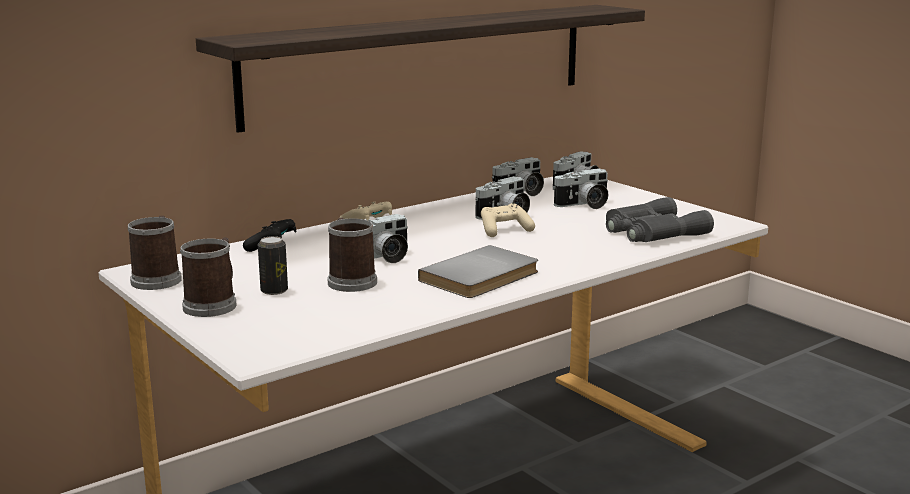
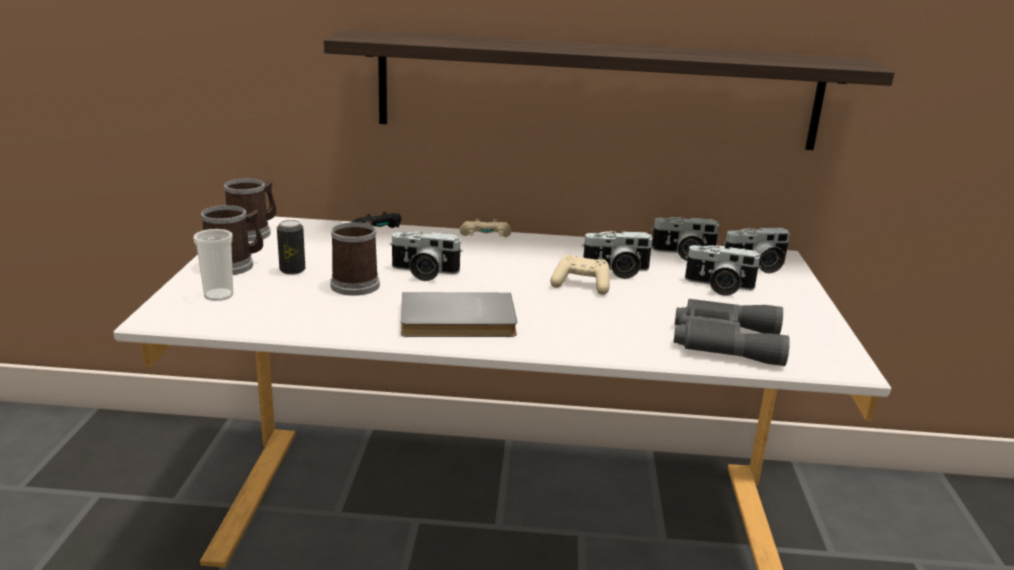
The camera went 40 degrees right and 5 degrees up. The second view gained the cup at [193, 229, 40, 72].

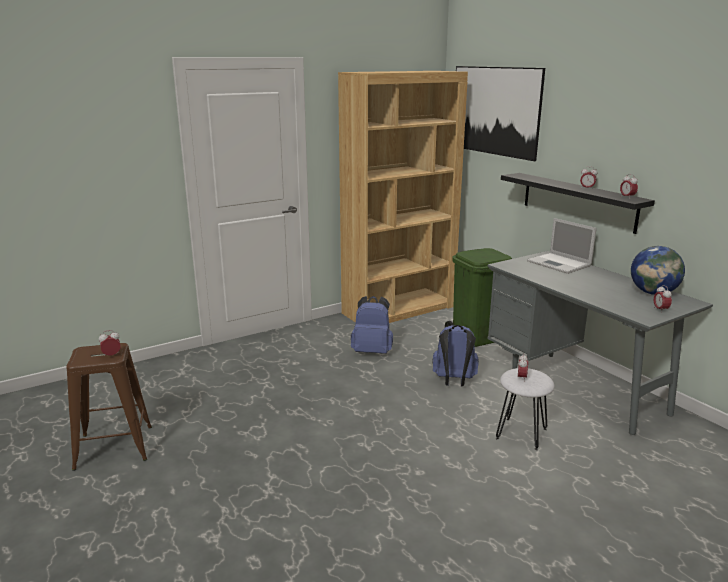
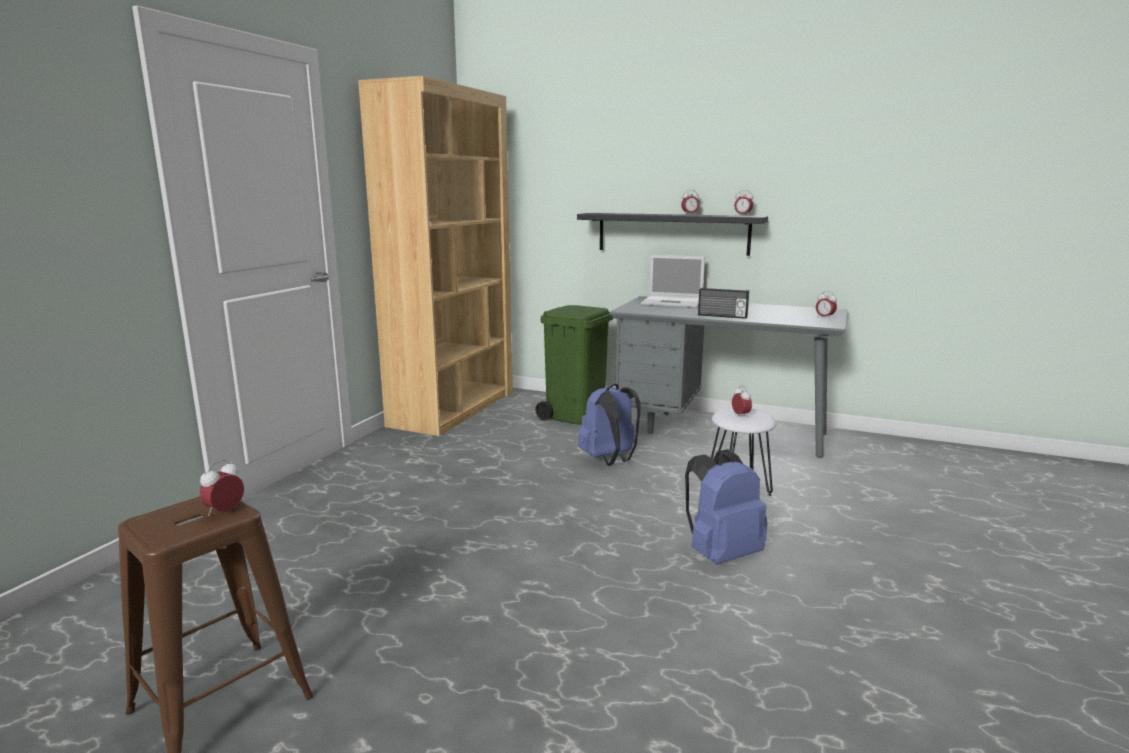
The camera went 35 degrees left and 5 degrees down. The backpack in blue ended up elsewhere, having gone from [351, 296, 42, 58] to [685, 449, 82, 115]. The second view gained the radio at [698, 288, 51, 31]. The second view lost the picture at [456, 66, 89, 95]. The second view lost the globe at [631, 246, 54, 49].

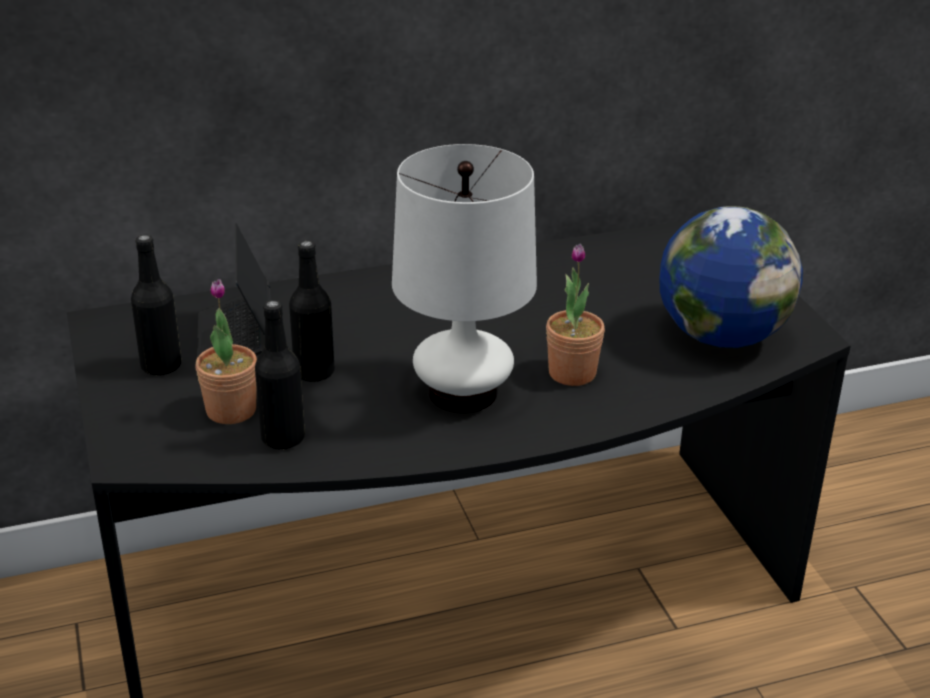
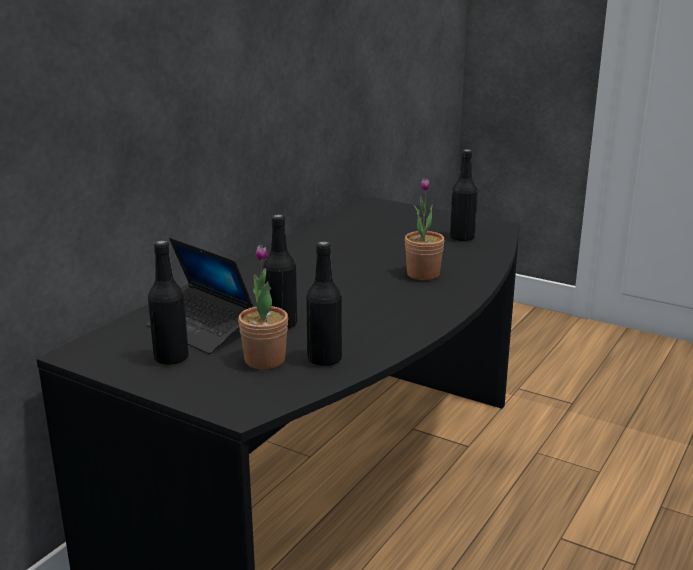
The camera went 40 degrees left and 10 degrees down. Where the globe stood at [659, 206, 144, 142], the bottle in black came to stand at [450, 149, 28, 92]. The second view lost the table lamp in white at [392, 144, 145, 269].

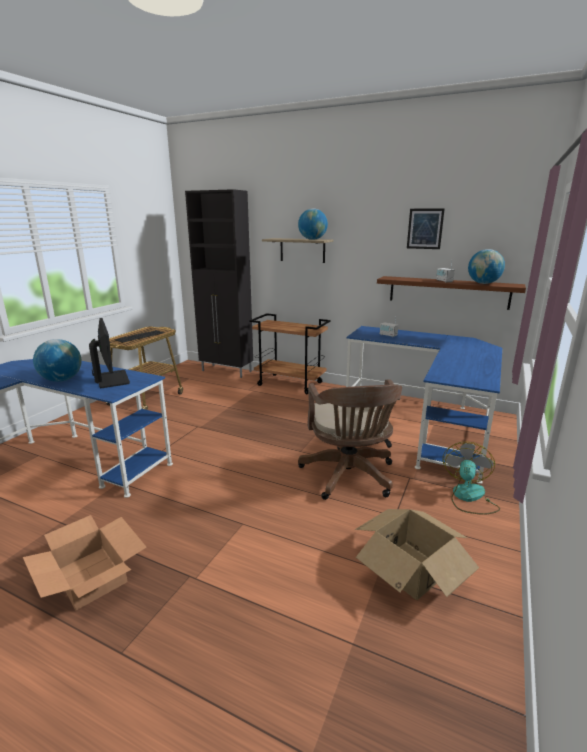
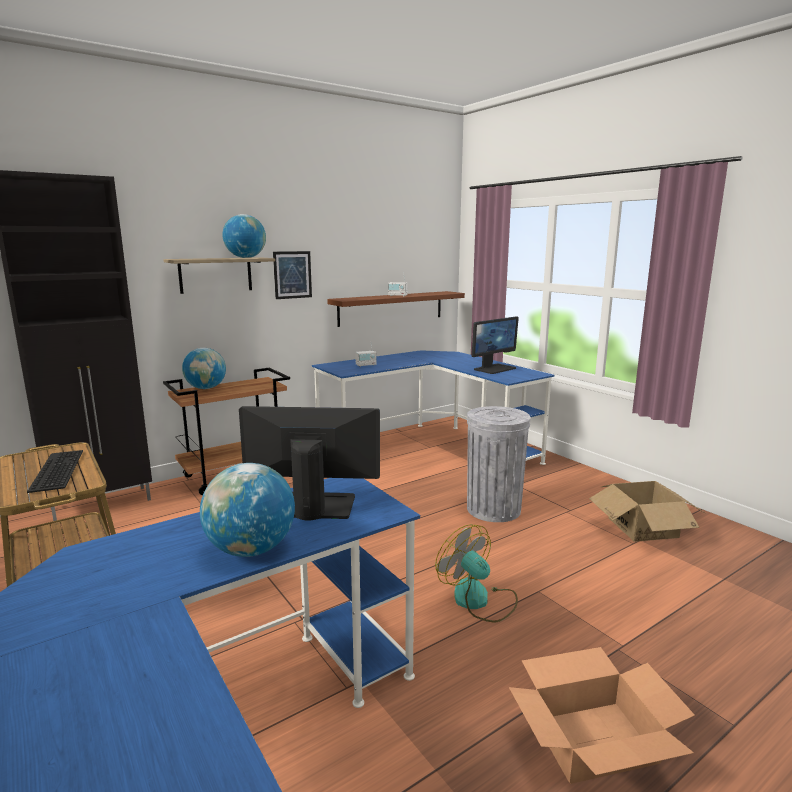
The camera went 60 degrees left and 5 degrees down. The globe ended up elsewhere, having gone from [468, 249, 37, 35] to [182, 348, 44, 41]. The picture ended up elsewhere, having gone from [407, 208, 38, 41] to [273, 251, 39, 48]. The fan ended up elsewhere, having gone from [443, 442, 57, 73] to [435, 524, 83, 98]. Where the office chair in brown stood at [298, 379, 104, 121], the trash can in grey came to stand at [467, 406, 64, 116]. The second view gained the monitor at [472, 316, 47, 58].

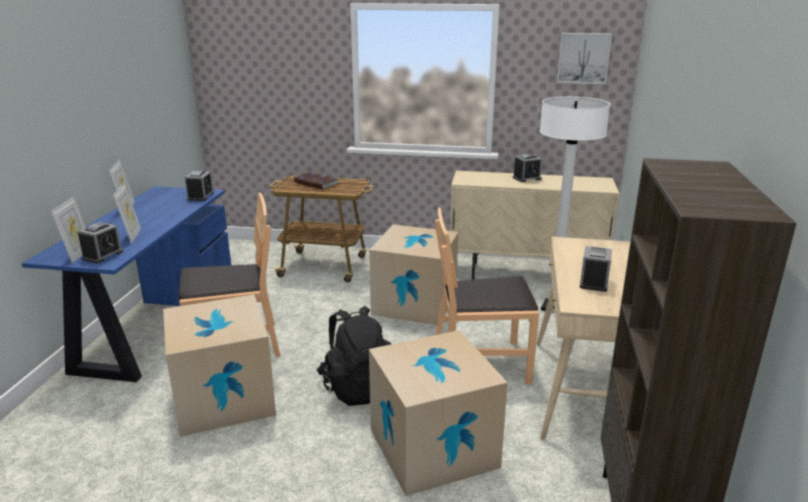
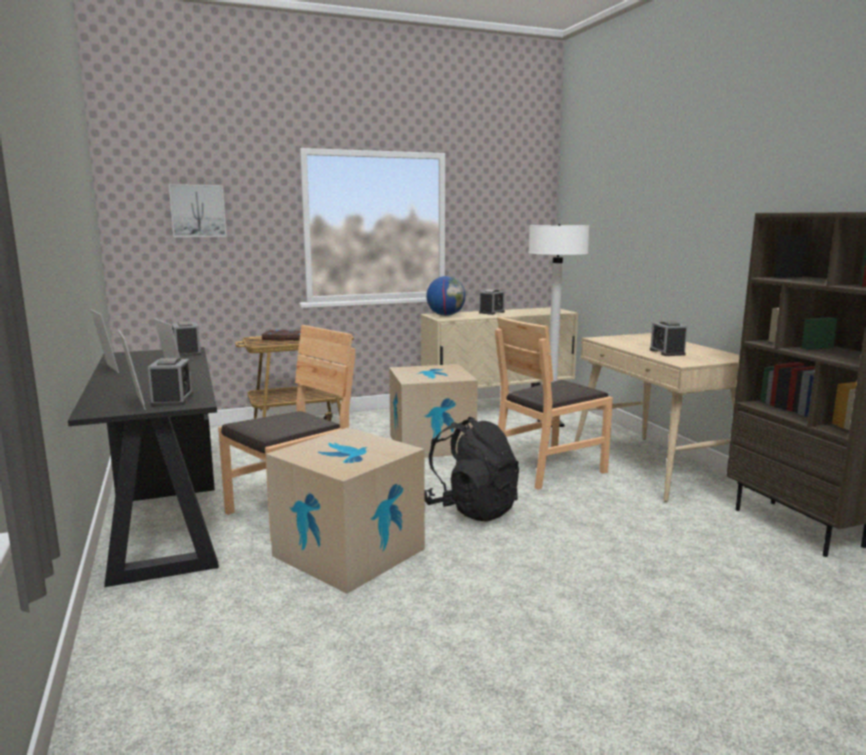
The camera went 30 degrees left and 10 degrees down. What was the desk in blue at [22, 186, 209, 196] turned into the desk in black at [68, 347, 151, 240]. The picture ended up elsewhere, having gone from [557, 33, 55, 51] to [169, 184, 58, 53]. The second view gained the globe at [426, 276, 40, 40]. The second view lost the cardboard box at [369, 330, 139, 166].

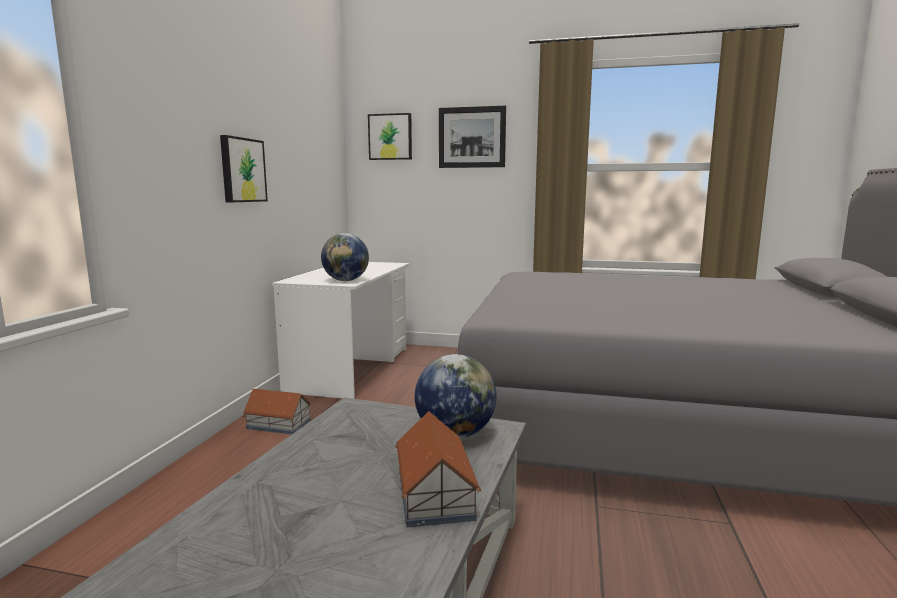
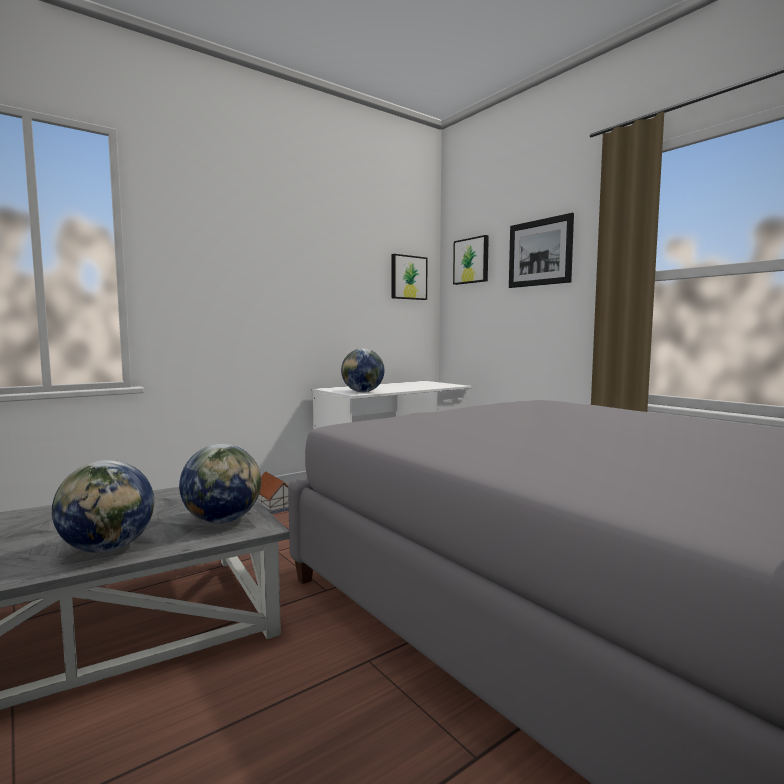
The camera went 40 degrees right and 5 degrees down. Where the toy house stood at [395, 411, 86, 116], the globe came to stand at [52, 460, 102, 93]. The picture ended up elsewhere, having gone from [220, 135, 48, 67] to [391, 254, 37, 46].

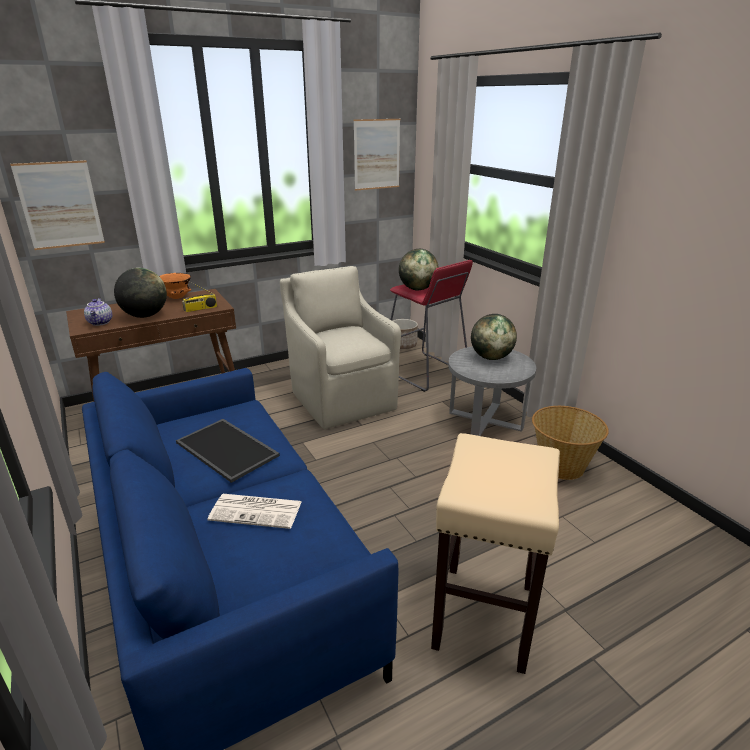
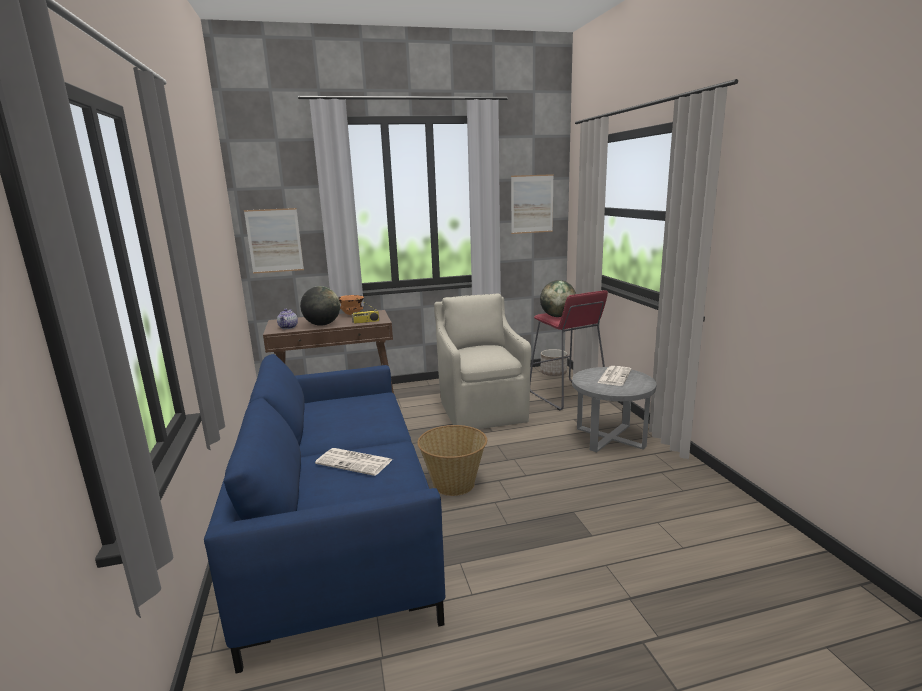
The camera went 15 degrees right and 10 degrees down. The basket ended up elsewhere, having gone from [532, 406, 77, 74] to [417, 425, 70, 71]. Where the globe stood at [471, 314, 46, 46], the newspaper came to stand at [597, 366, 35, 20]. The second view lost the tray at [176, 419, 104, 64]. The second view lost the stool in beige at [431, 433, 129, 241].

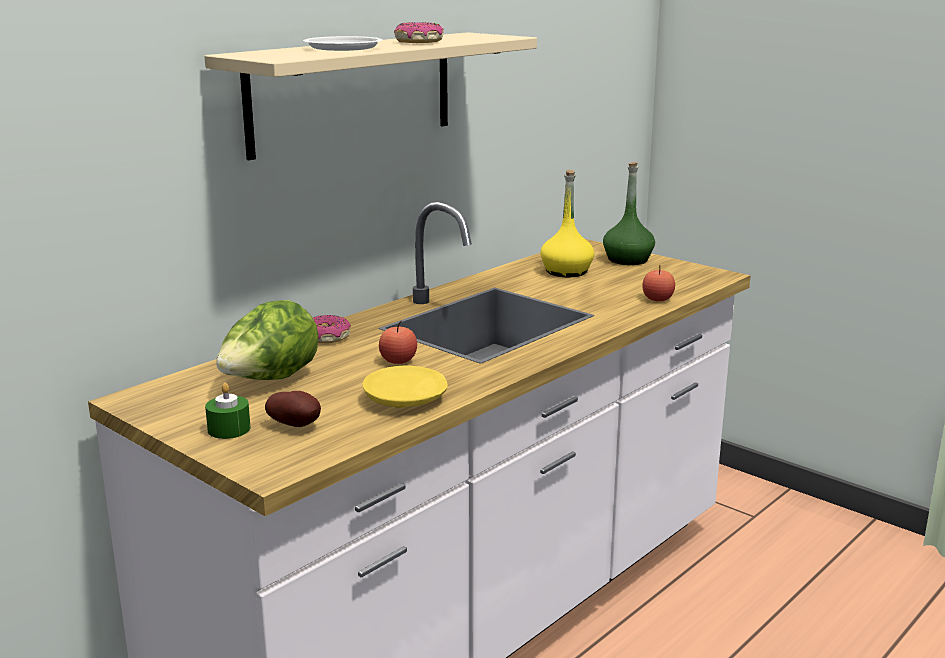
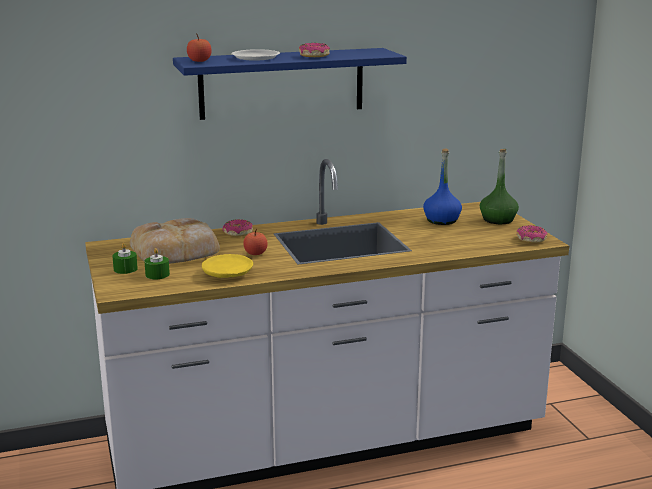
The camera went 30 degrees right and 0 degrees up. Where the lettuce stood at [216, 300, 102, 80], the bread came to stand at [130, 218, 90, 46]. Where the potato stood at [265, 391, 56, 36], the candle in green came to stand at [144, 248, 26, 31]. What was the shelf in beige at [204, 32, 333, 128] turned into the shelf in blue at [173, 48, 234, 72]. The apple ended up elsewhere, having gone from [643, 265, 32, 36] to [187, 33, 25, 29]. What was the bottle in yellow at [540, 170, 54, 107] turned into the bottle in blue at [423, 149, 39, 76]. The second view gained the donut at [517, 225, 30, 18].

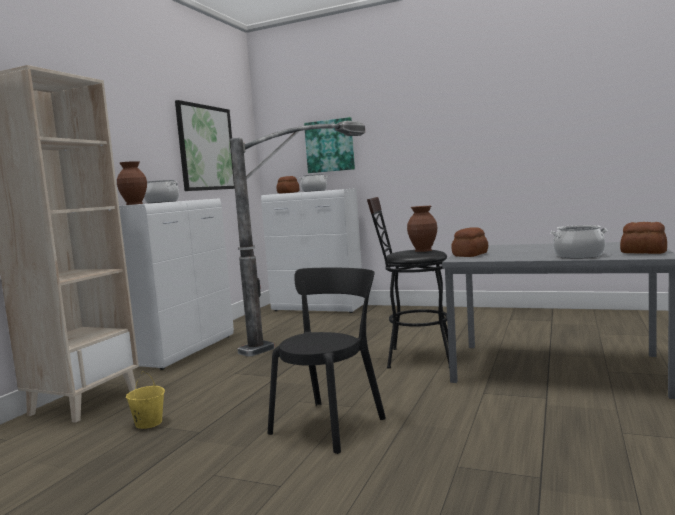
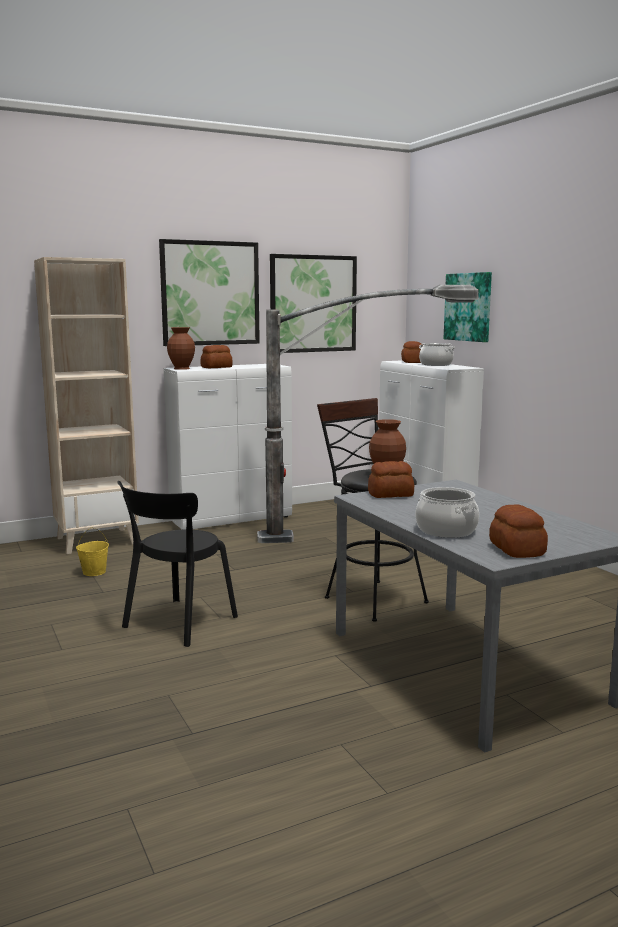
The camera went 40 degrees right and 5 degrees up. The chair in black at [267, 268, 119, 186] ended up facing another way, 135 degrees clockwise from before. The second view gained the picture at [159, 239, 101, 107]. Where the cooking pot stood at [144, 180, 35, 23], the bread came to stand at [200, 345, 33, 23].

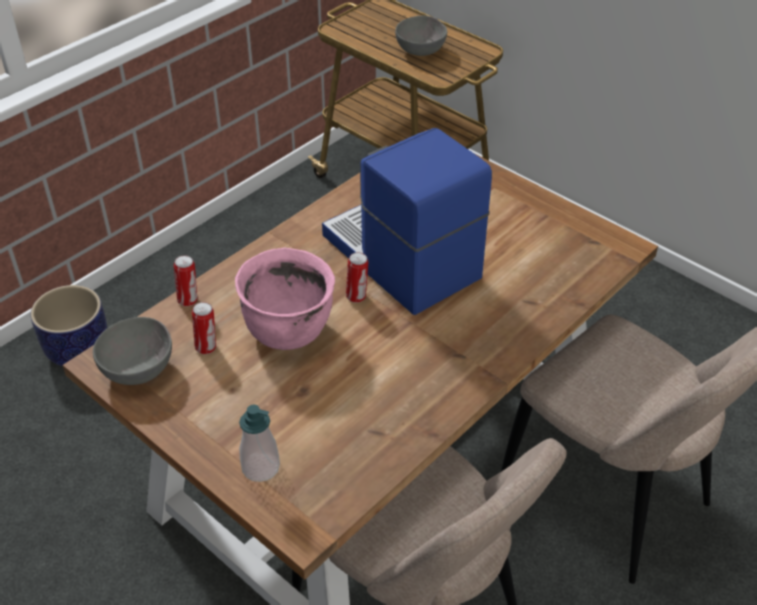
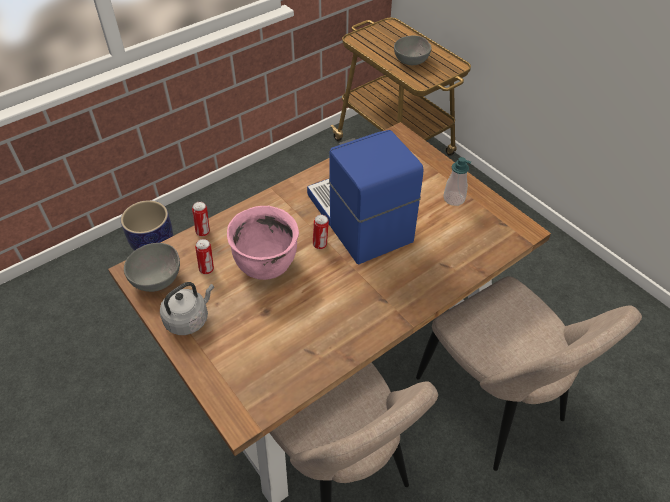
The camera went 10 degrees right and 5 degrees up. The second view gained the kettle in grey at [160, 282, 54, 53]. The soap dispenser ended up elsewhere, having gone from [239, 404, 41, 78] to [443, 157, 28, 49].

